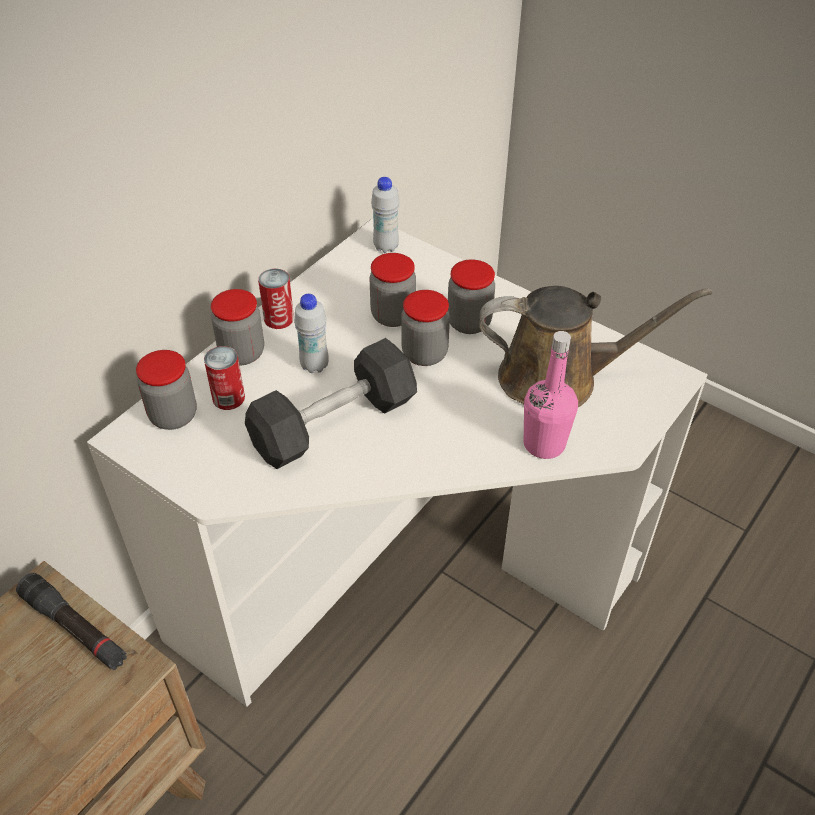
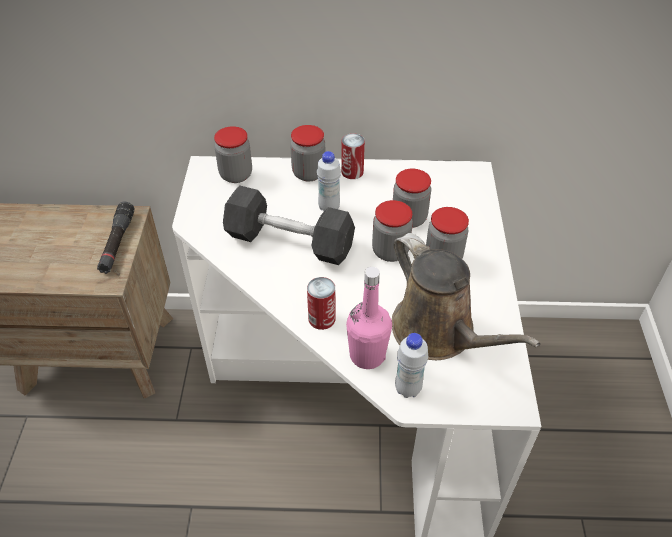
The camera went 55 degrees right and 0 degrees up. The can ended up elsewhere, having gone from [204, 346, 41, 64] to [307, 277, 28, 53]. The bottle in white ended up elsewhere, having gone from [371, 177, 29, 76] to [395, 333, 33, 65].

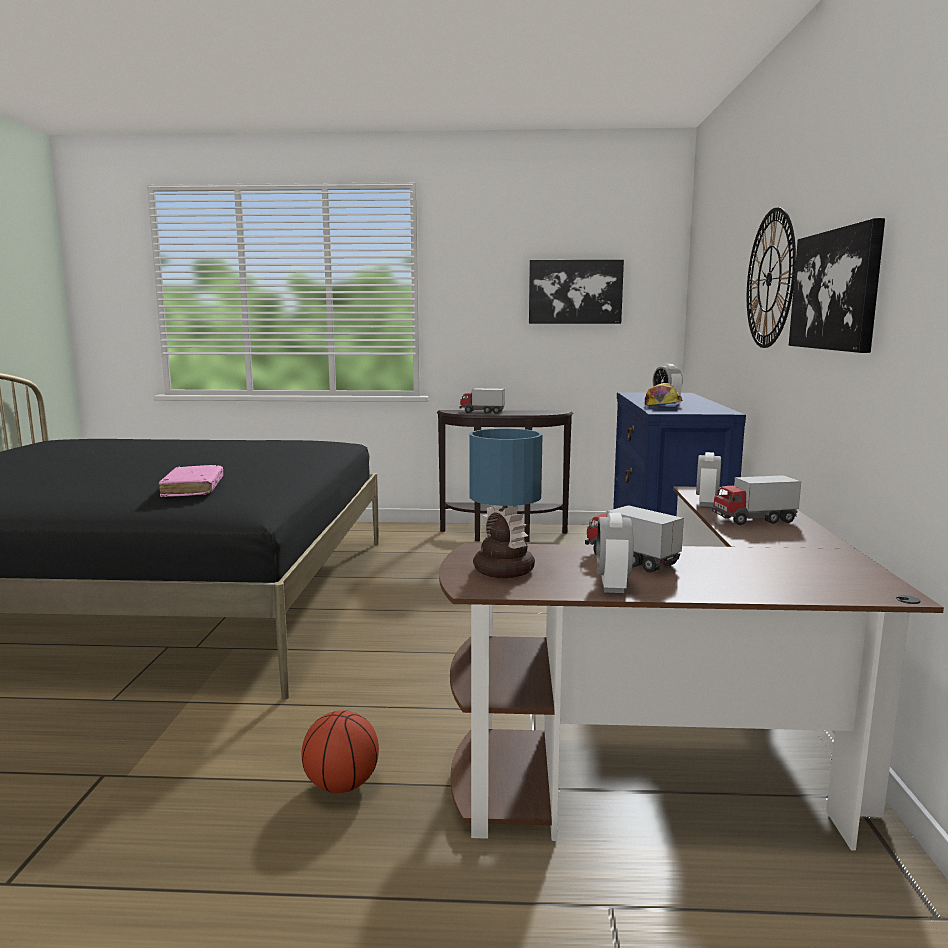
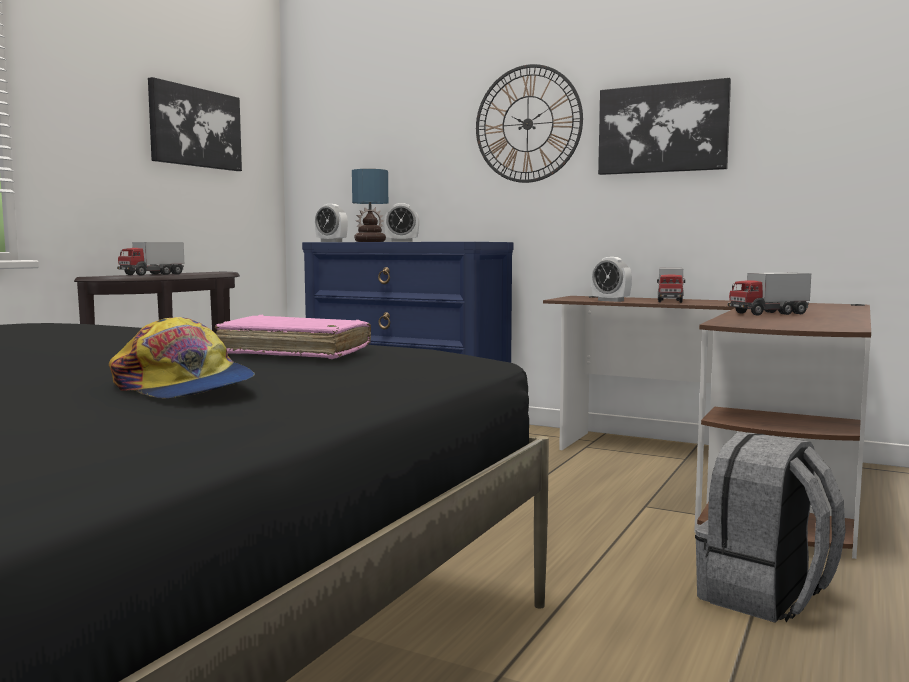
The camera went 65 degrees left and 5 degrees down. The cap ended up elsewhere, having gone from [644, 383, 39, 25] to [109, 317, 146, 82]. The alarm clock ended up elsewhere, having gone from [597, 513, 37, 80] to [315, 204, 33, 38]. The table lamp ended up elsewhere, having gone from [470, 428, 72, 150] to [352, 169, 36, 73]. Where the basketball stood at [302, 710, 77, 83], the backpack in grey came to stand at [695, 432, 151, 191].

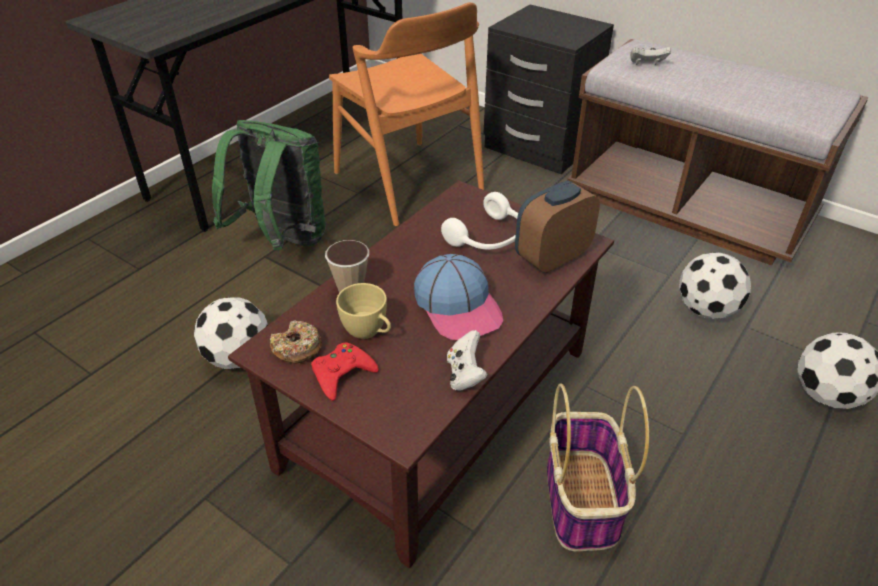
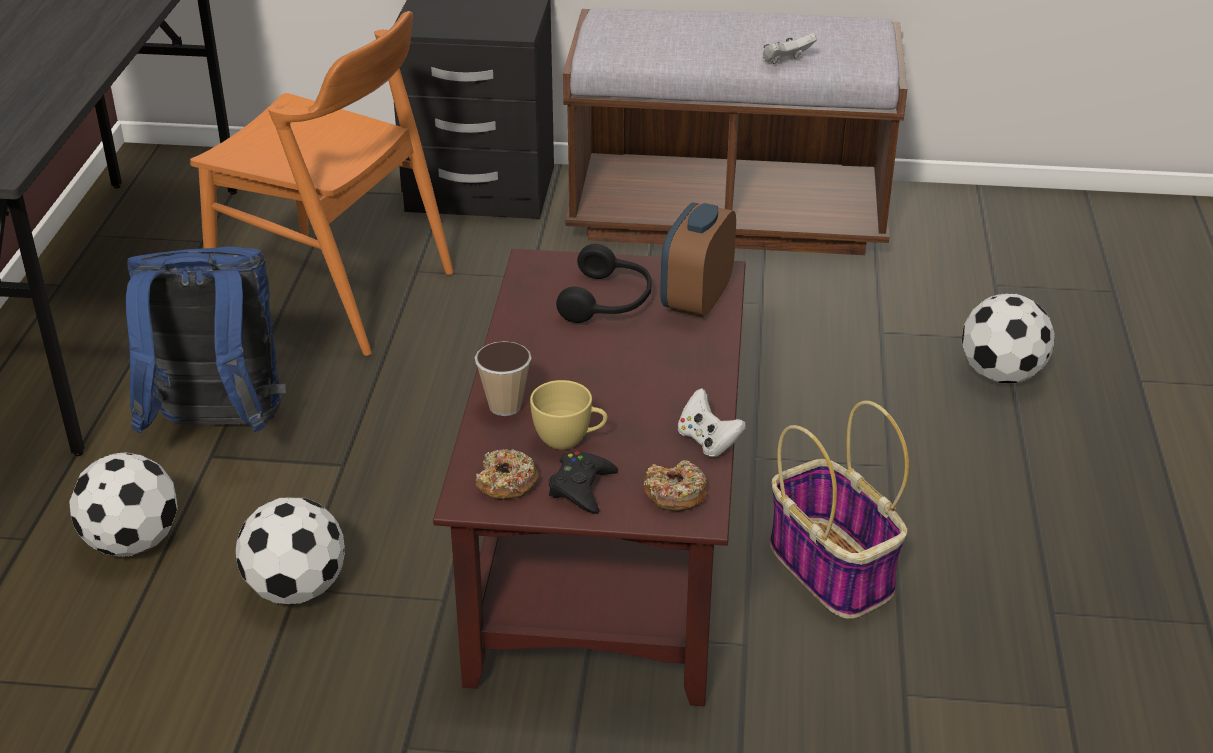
The camera went 30 degrees left and 5 degrees down. The football ended up elsewhere, having gone from [679, 252, 72, 67] to [69, 453, 109, 104]. What was the backpack in green at [212, 120, 114, 130] turned into the backpack in blue at [126, 246, 160, 188]. What was the game controller in red at [311, 342, 68, 59] turned into the game controller in black at [549, 451, 69, 63]. What was the headphones in white at [441, 192, 77, 58] turned into the headphones in black at [556, 244, 96, 79]. The second view gained the donut at [644, 460, 64, 52]. The game controller in white ended up elsewhere, having gone from [630, 47, 41, 17] to [763, 33, 54, 31]. The second view lost the cap at [414, 254, 89, 86].

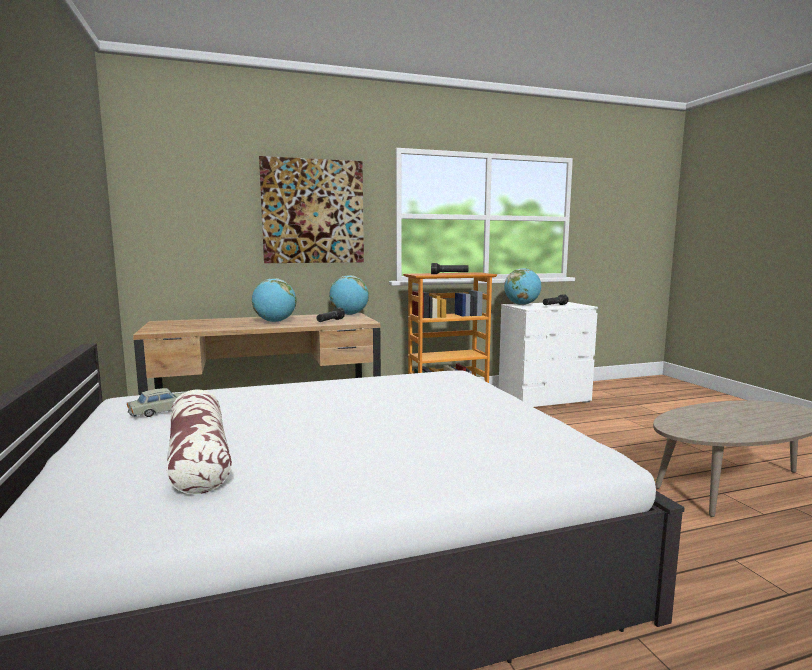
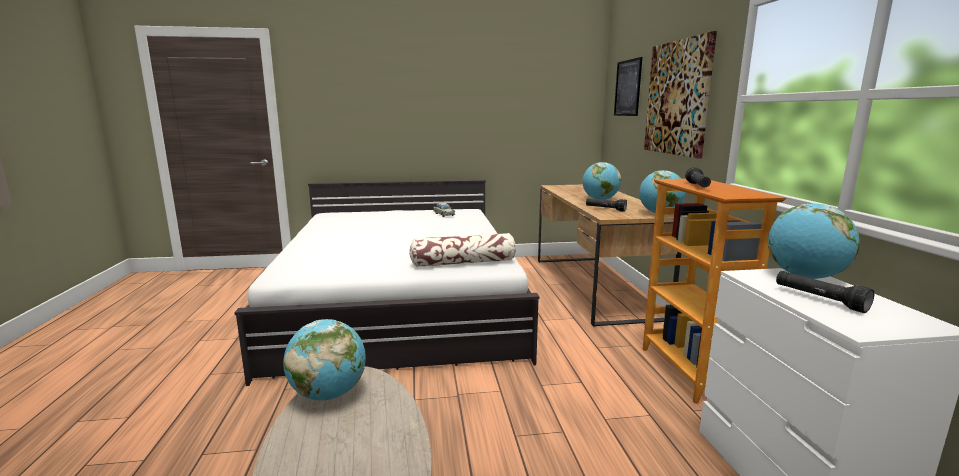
The camera went 100 degrees right and 5 degrees up. The second view gained the globe at [283, 319, 83, 81]. The pillow ended up elsewhere, having gone from [166, 390, 66, 104] to [409, 233, 107, 34]. The second view gained the picture at [614, 57, 28, 59].

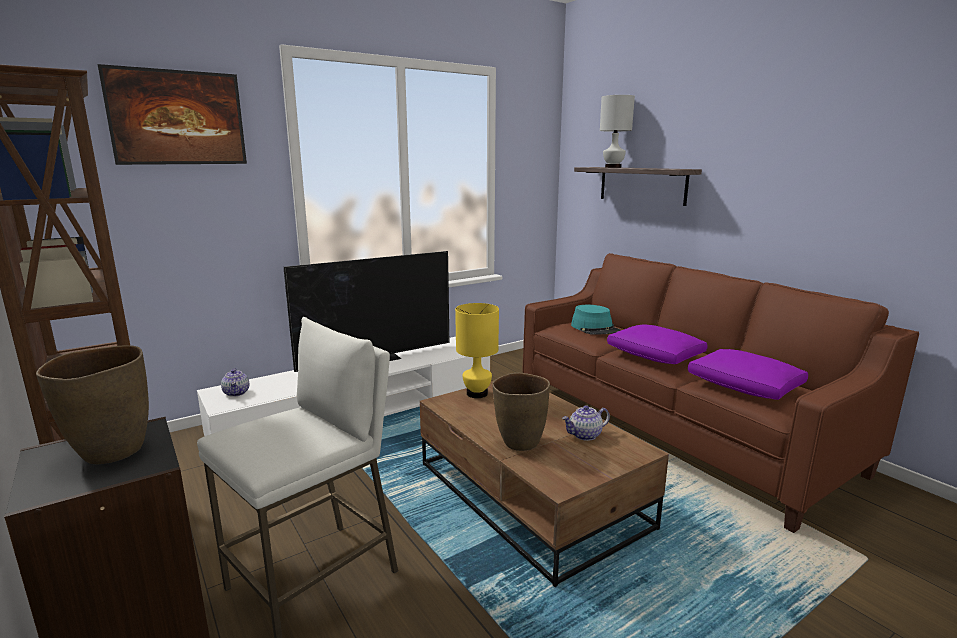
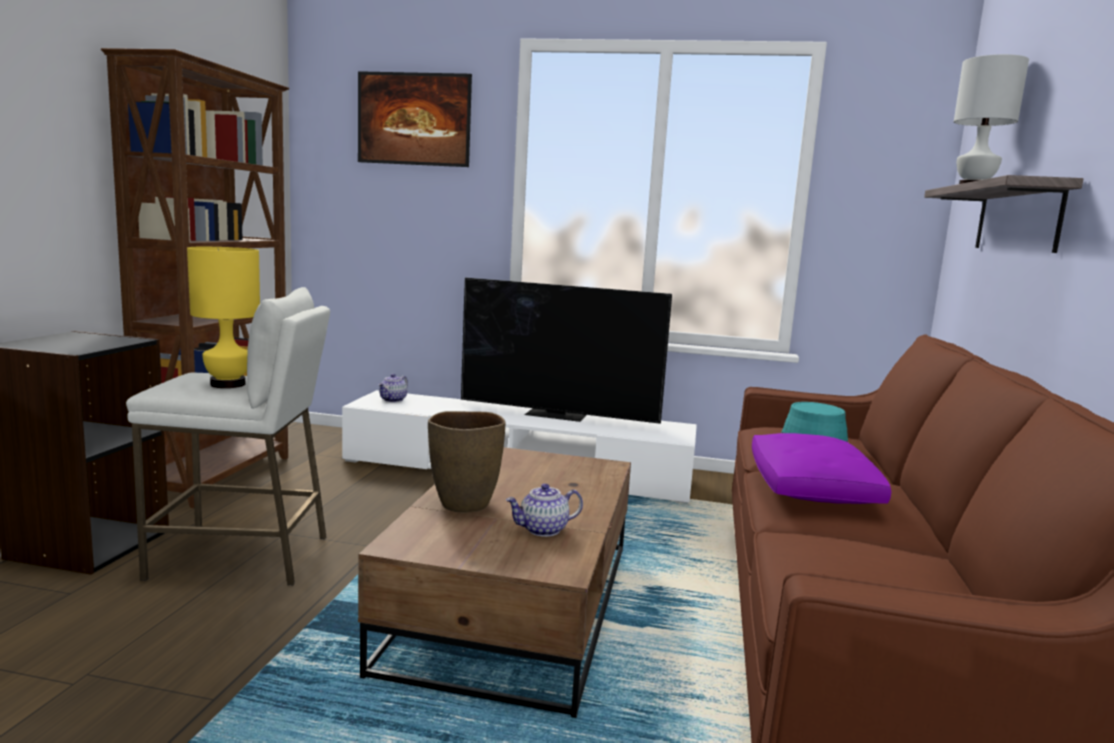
The camera went 45 degrees right and 5 degrees down. The table lamp in yellow ended up elsewhere, having gone from [455, 303, 44, 95] to [187, 247, 73, 141]. The teapot at [562, 406, 48, 35] ended up facing another way, 45 degrees counterclockwise from before. The second view lost the vase in brown at [36, 345, 113, 120]. The second view lost the pillow in purple at [688, 349, 120, 51].

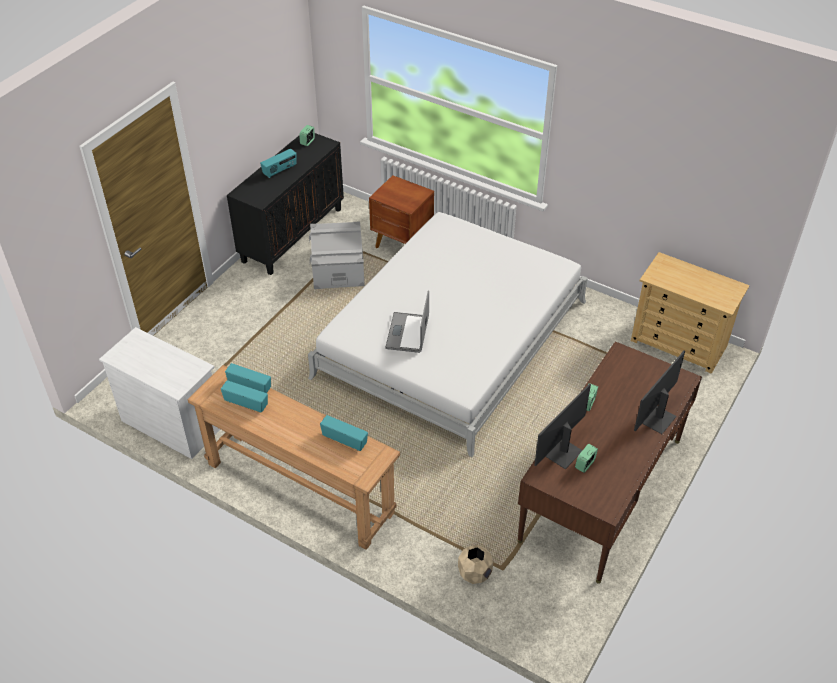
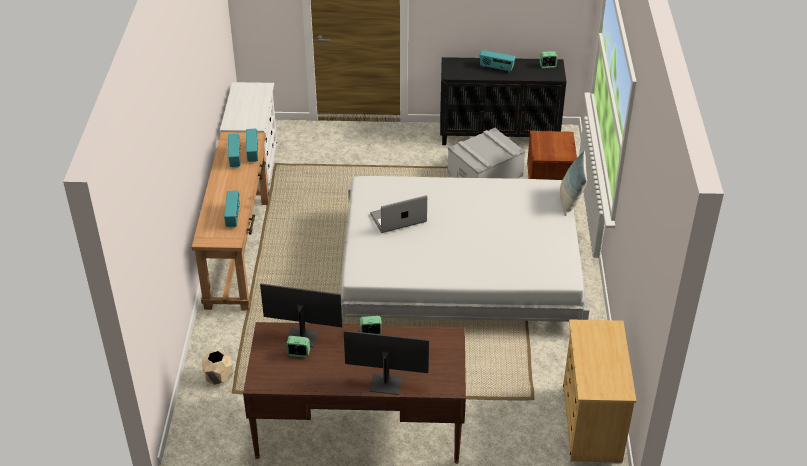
The camera went 60 degrees right and 5 degrees down. The second view gained the pillow at [560, 150, 27, 66].

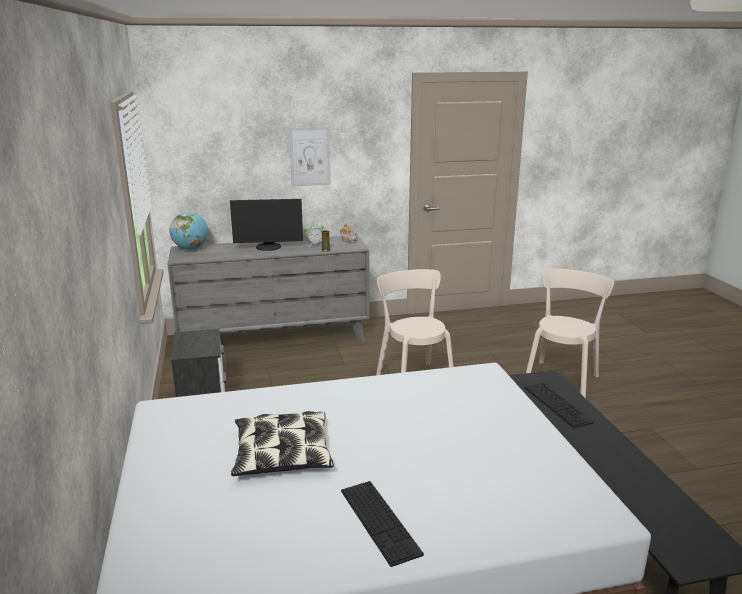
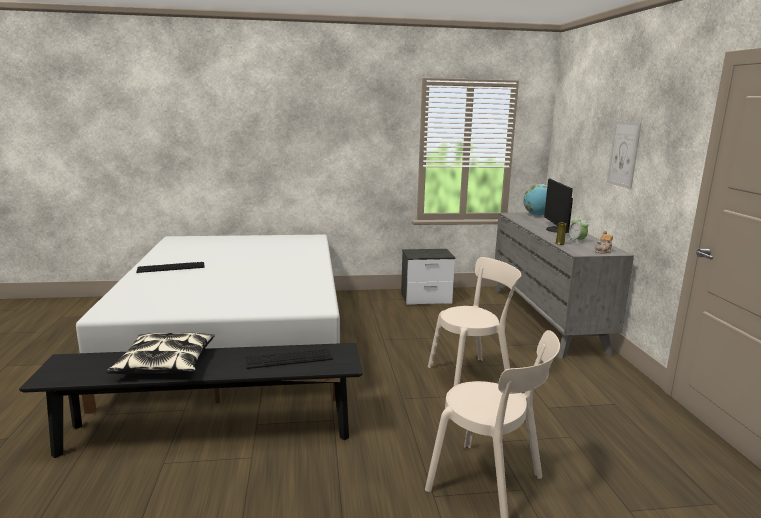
The camera went 95 degrees right and 5 degrees down. The pillow ended up elsewhere, having gone from [231, 411, 103, 65] to [107, 333, 108, 42].

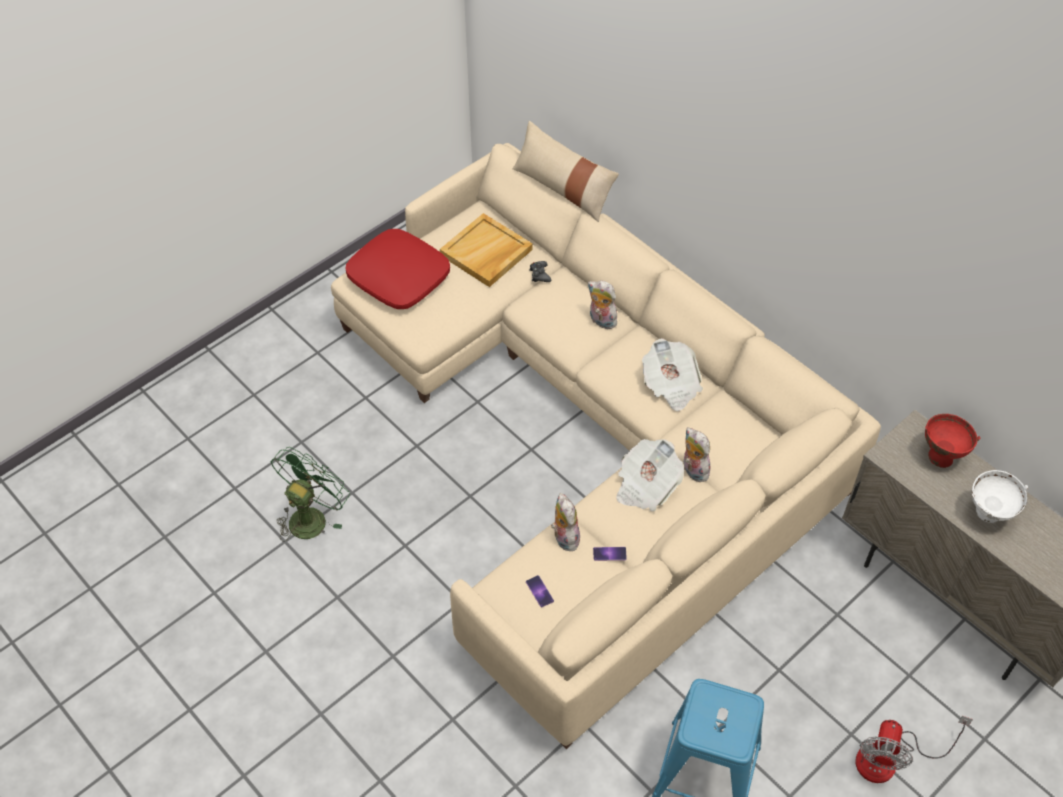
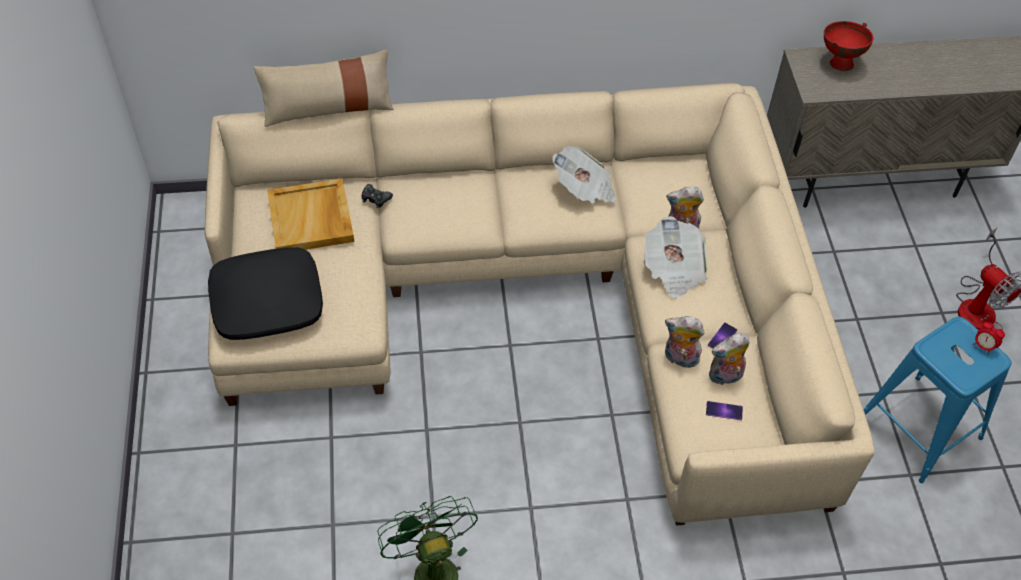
The camera went 55 degrees left and 0 degrees up. What was the pillow in red at [345, 229, 105, 80] turned into the pillow in black at [208, 247, 115, 93]. The plush toy ended up elsewhere, having gone from [588, 280, 31, 49] to [709, 333, 41, 52]. The second view gained the alarm clock at [973, 321, 32, 34]. The second view lost the bowl in white at [972, 470, 56, 53].

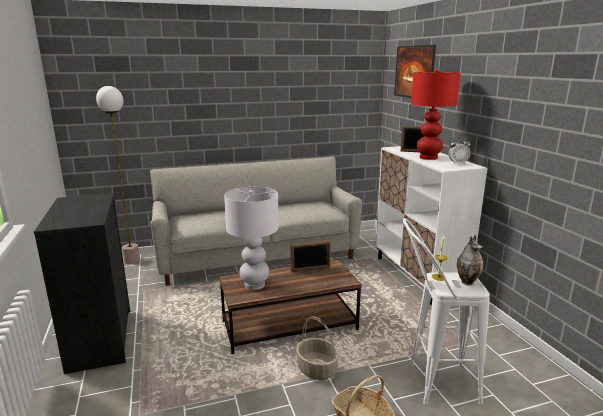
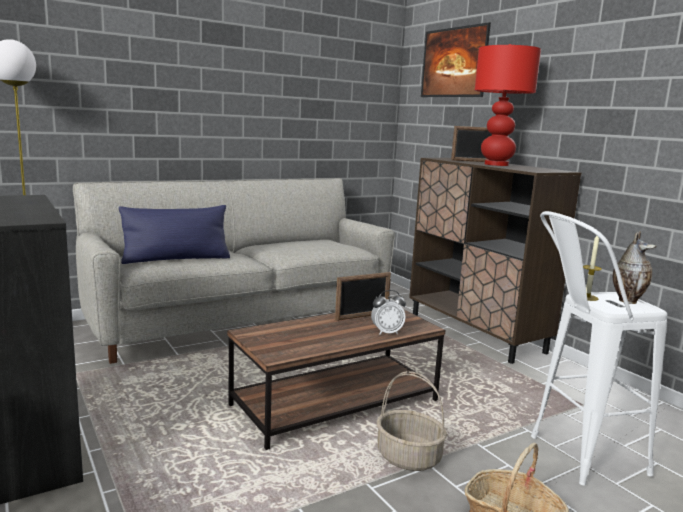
The camera went 15 degrees left and 5 degrees down. The second view gained the pillow in blue at [119, 205, 111, 59]. The alarm clock ended up elsewhere, having gone from [448, 137, 23, 28] to [371, 290, 35, 45]. What was the cabinet in white at [376, 146, 111, 159] turned into the cabinet in brown at [409, 158, 172, 206]. The second view lost the table lamp in white at [224, 187, 55, 103].

